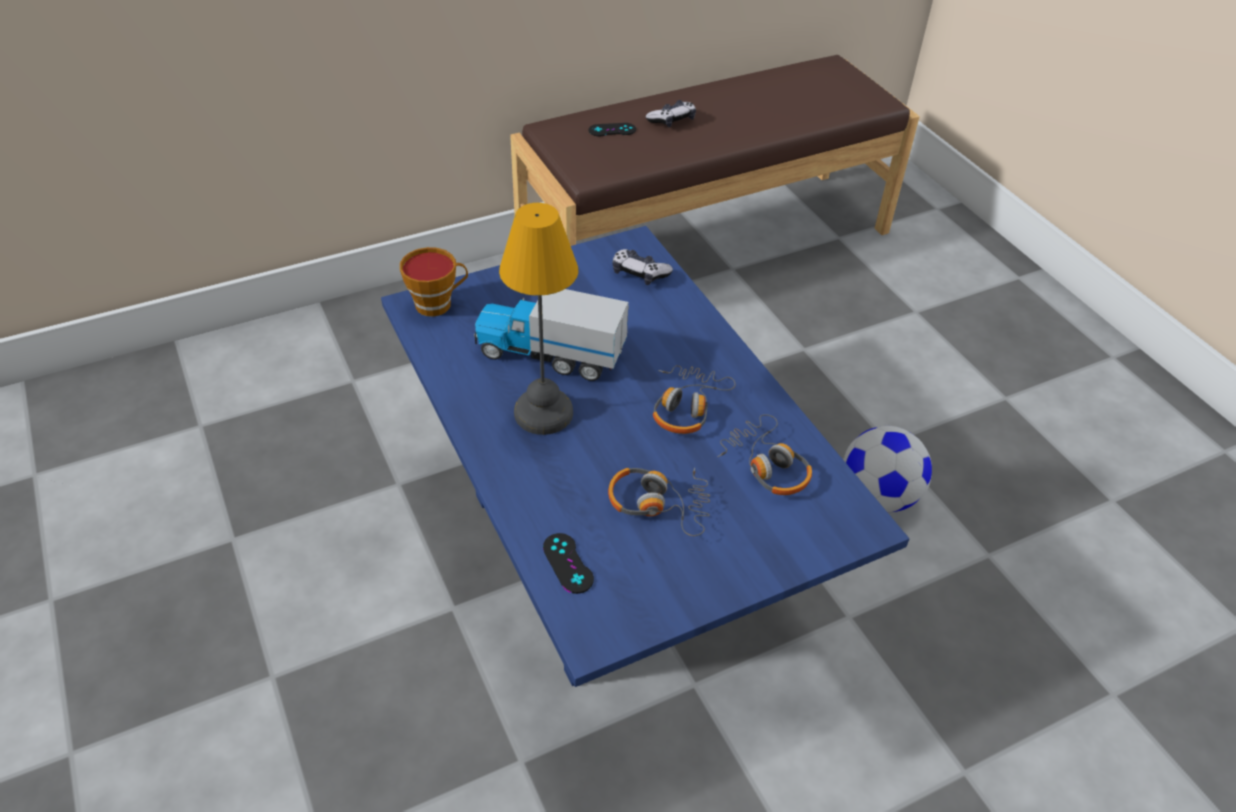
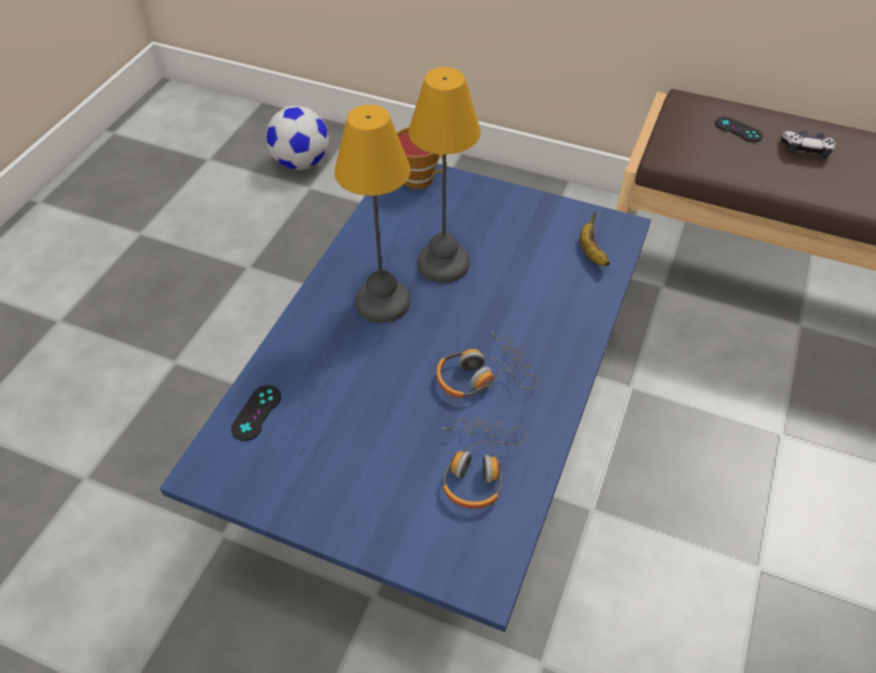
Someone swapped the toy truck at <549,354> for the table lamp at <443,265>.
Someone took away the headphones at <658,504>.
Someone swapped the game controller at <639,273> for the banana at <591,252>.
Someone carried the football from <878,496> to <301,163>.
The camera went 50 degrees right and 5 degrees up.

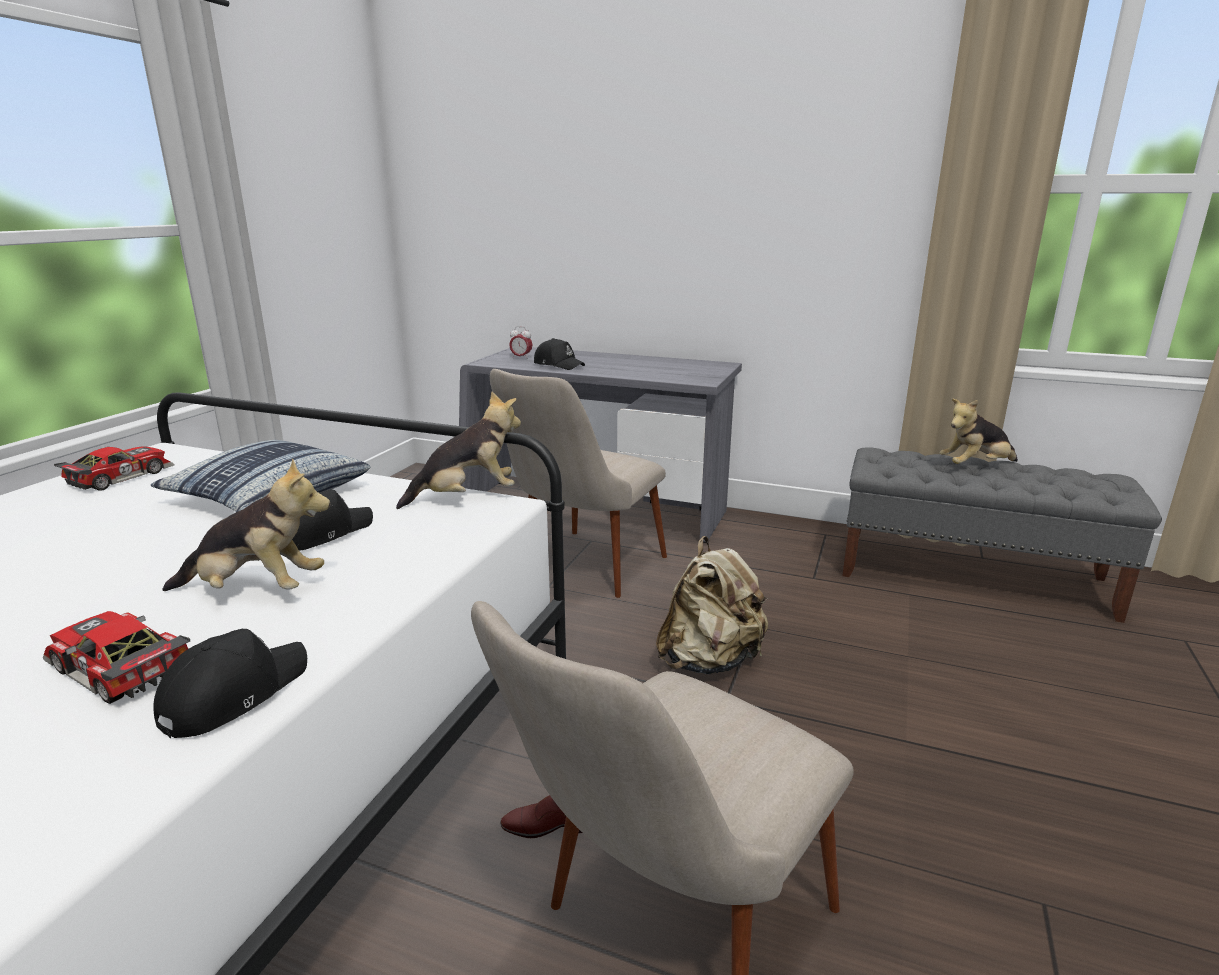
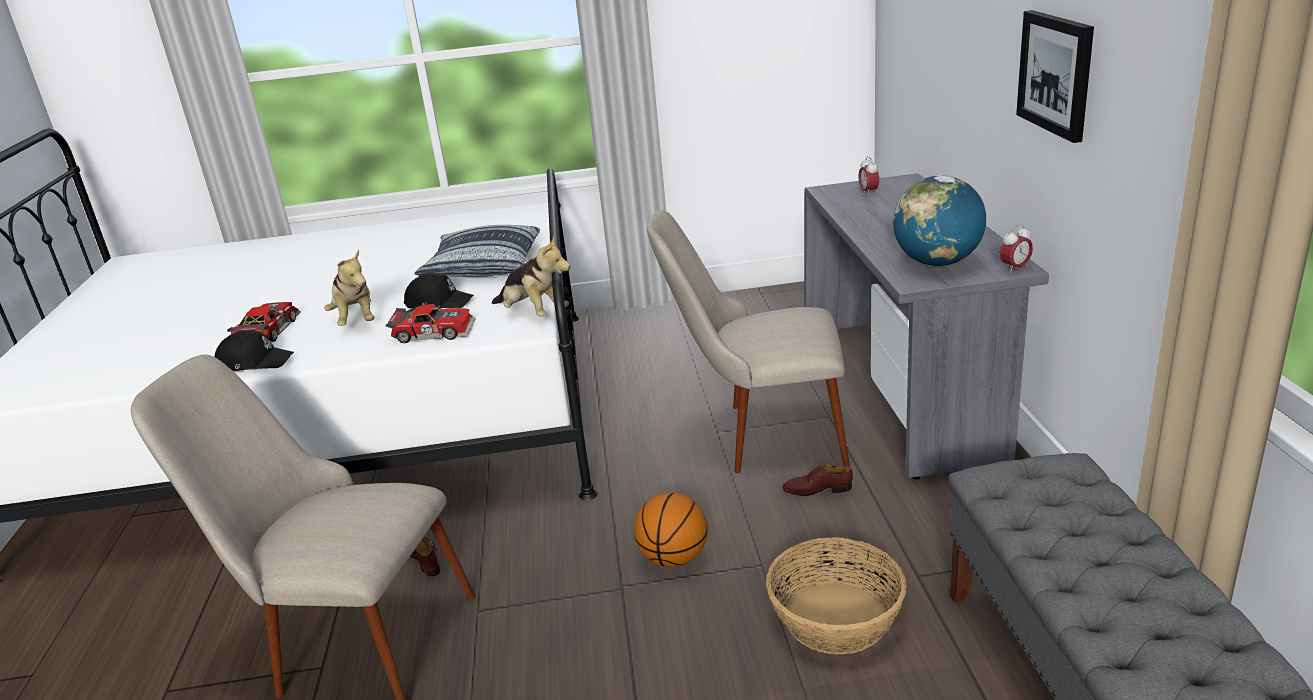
Someone carried the toy car from <118,476> to <434,331>.
Someone took away the black cap at <559,365>.
Someone swapped the beige backpack at <710,661> for the basketball at <674,558>.
Someone took away the plush toy at <975,466>.
Someone put down the basket at <835,617>.
Someone put down the brown shoe at <817,489>.
Someone put down the globe at <937,262>.
Someone put down the alarm clock at <1014,268>.
Someone put up the picture at <1056,73>.
The camera went 65 degrees right and 5 degrees up.

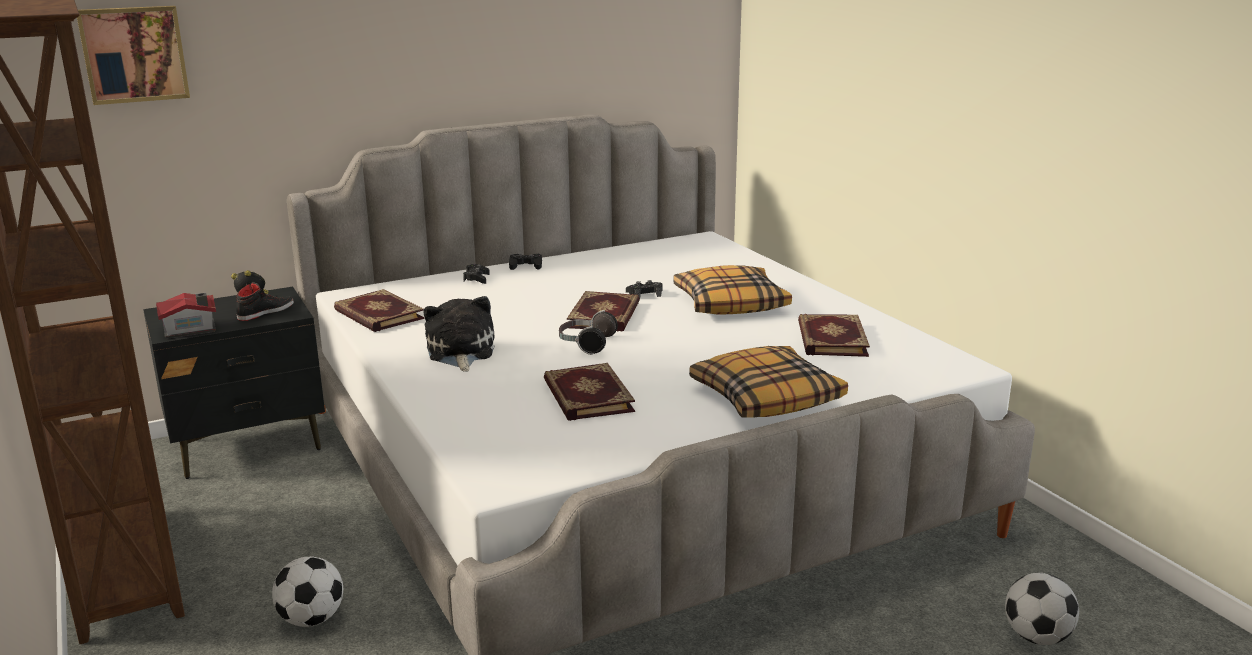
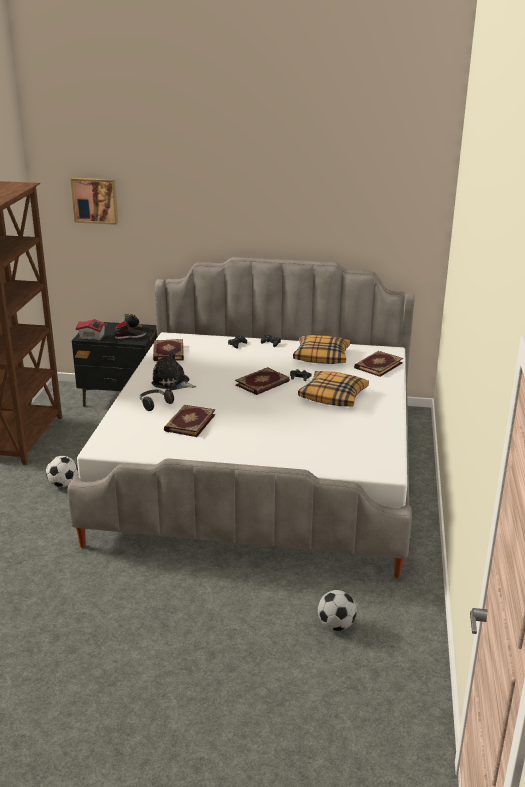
Someone rotated the plush toy at <460,352> by 90 degrees counterclockwise.
Someone carried the headphones from <586,344> to <155,404>.
Someone carried the pillow from <765,397> to <321,356>.
Someone carried the book from <830,339> to <378,365>.
The camera went 35 degrees right and 5 degrees up.

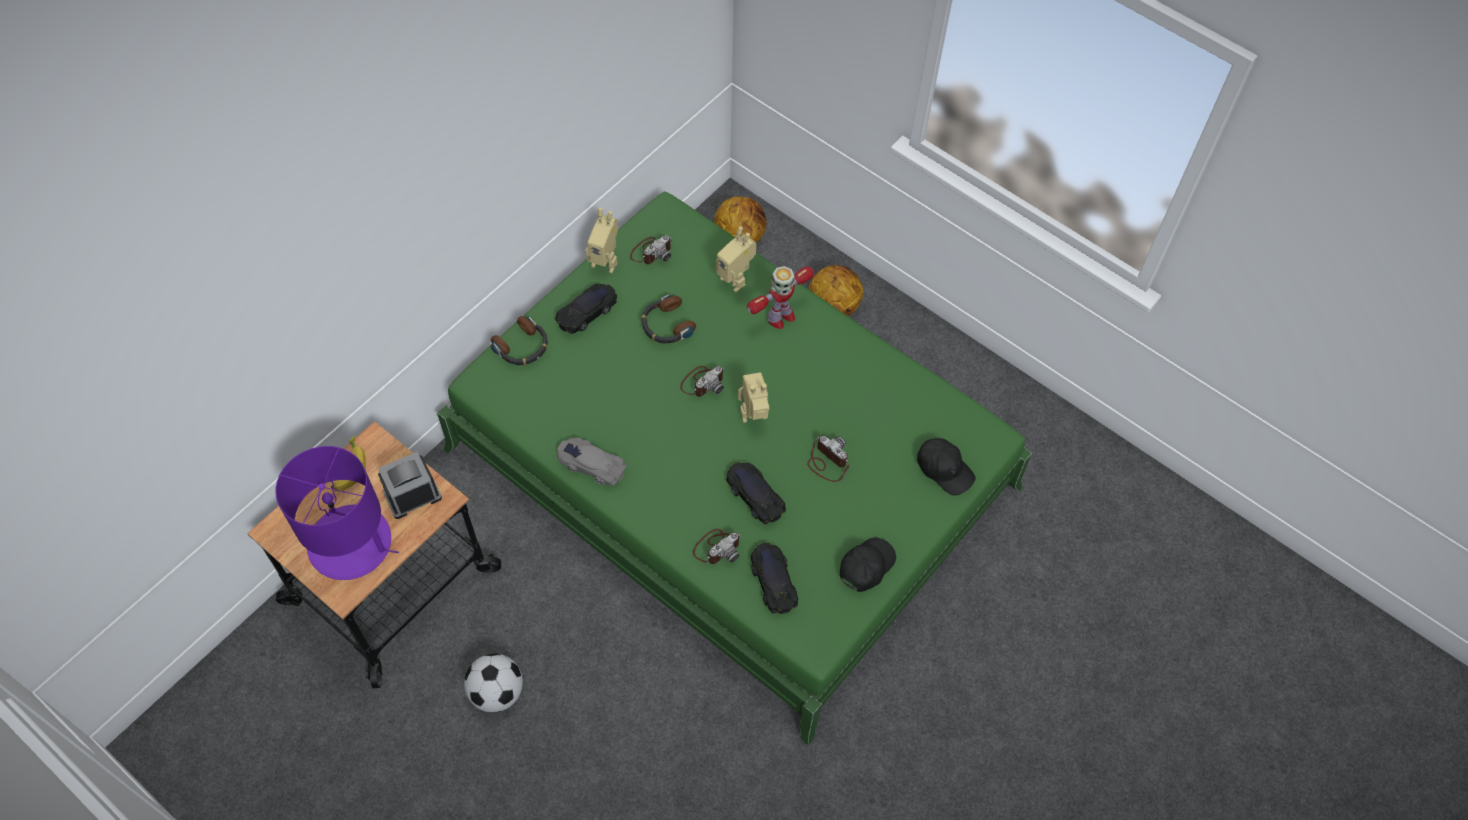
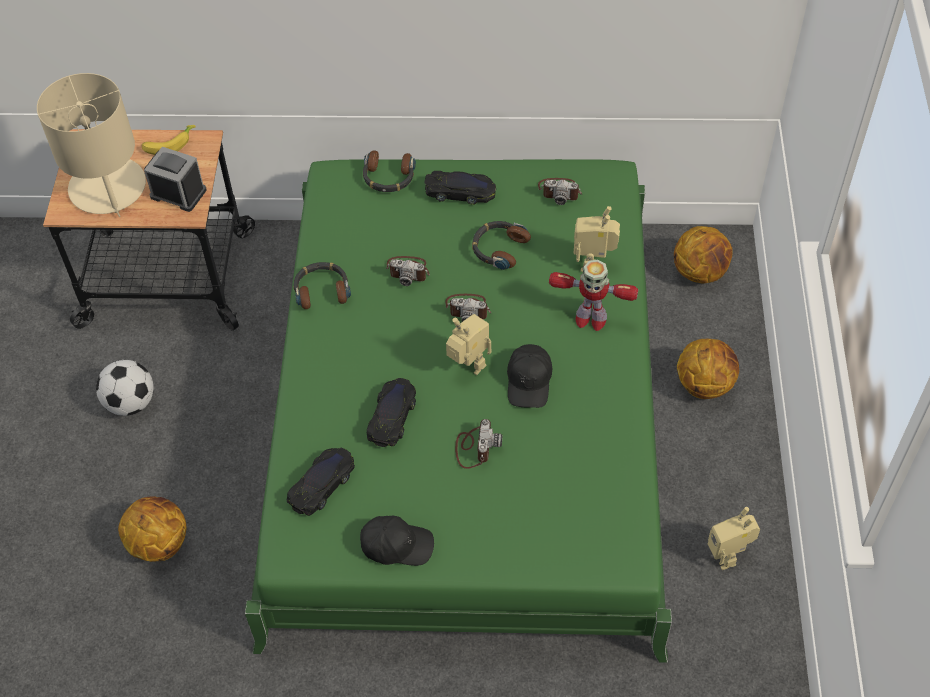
Someone repainted the purple table lamp at <351,543>, which became the beige table lamp at <108,188>.
Someone swapped the grey toy car at <591,464> for the headphones at <322,289>.
Someone carried the toy robot from <605,261> to <728,555>.
Someone carried the photo camera from <717,547> to <408,271>.
Someone carried the black cap from <944,469> to <529,381>.
Someone put down the basketball at <158,543>.
The camera went 55 degrees right and 5 degrees down.

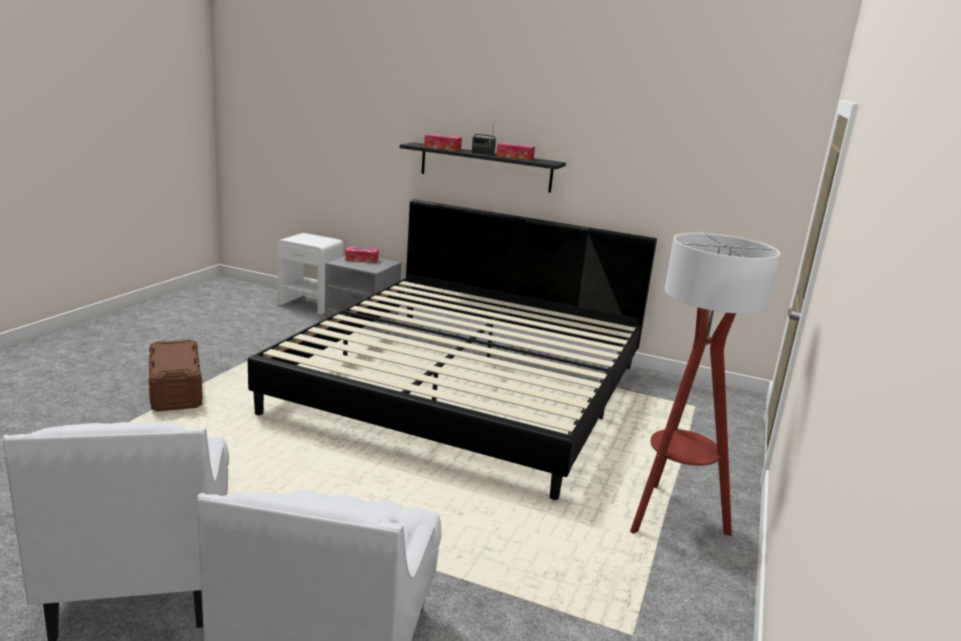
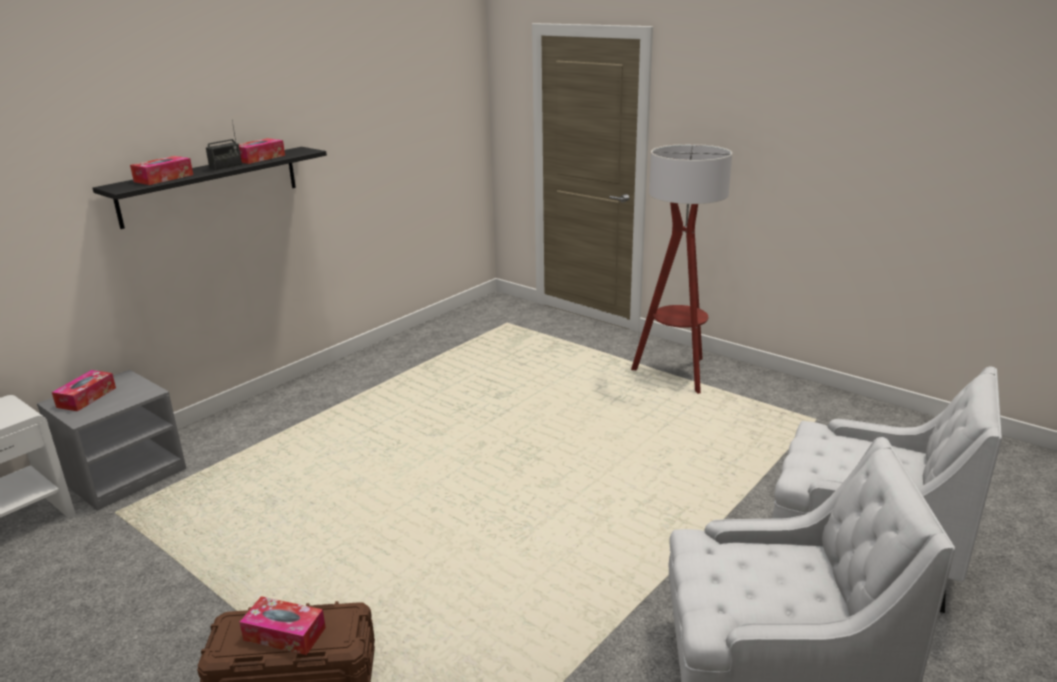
Someone took away the bed at <465,387>.
Someone put down the tissue box at <284,634>.
The camera went 70 degrees left and 5 degrees up.

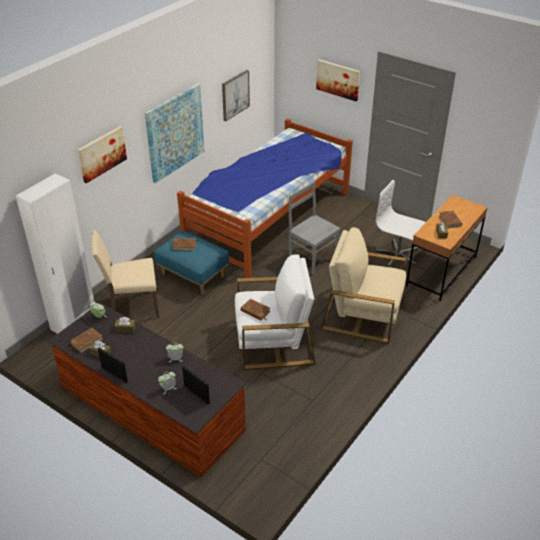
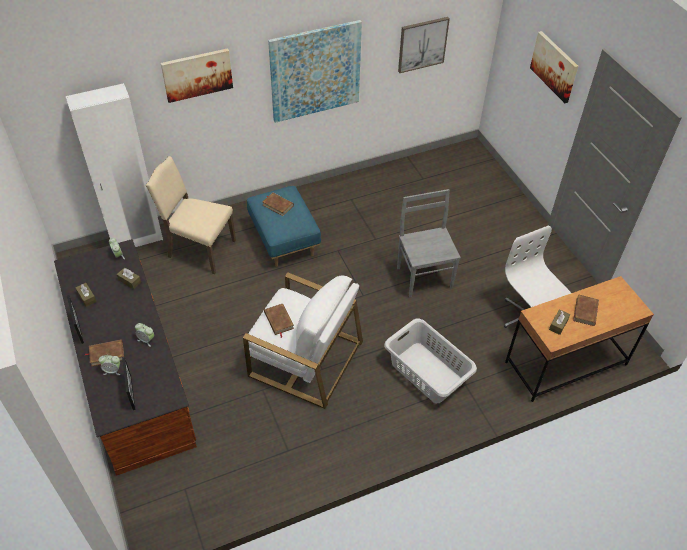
Someone carried the brown book from <86,341> to <107,354>.
Someone took away the bed at <268,218>.
Someone swapped the beige armchair at <362,313> for the grey laundry basket at <427,372>.
The camera went 30 degrees right and 10 degrees up.

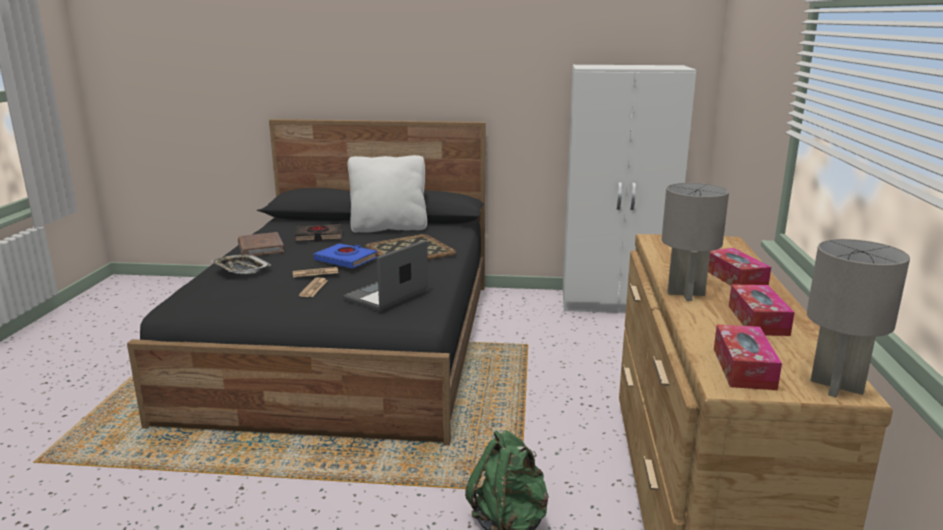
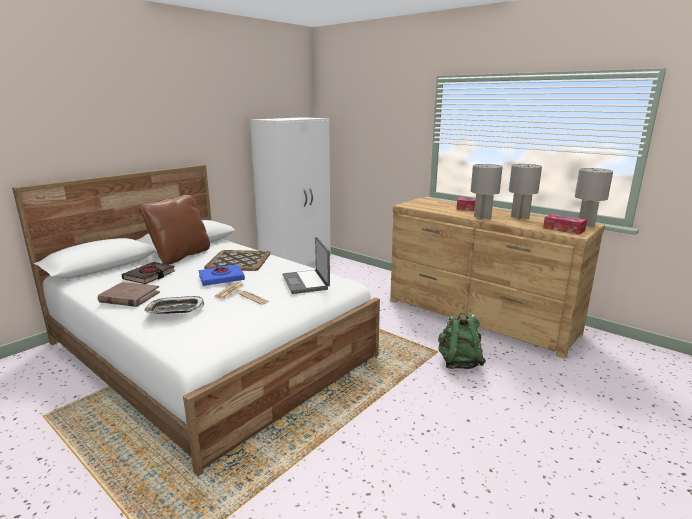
Someone repainted the black bed at <349,343>, which became the white bed at <210,349>.
Someone repainted the white pillow at <389,228>, which became the brown pillow at <181,256>.
Someone swapped the tissue box at <758,320> for the grey table lamp at <520,217>.
The camera went 55 degrees left and 0 degrees up.

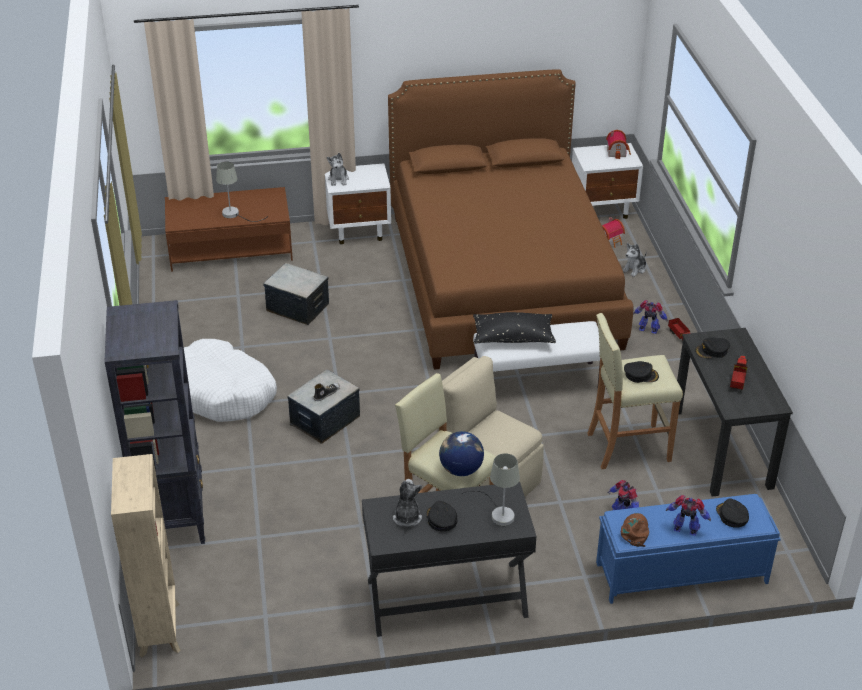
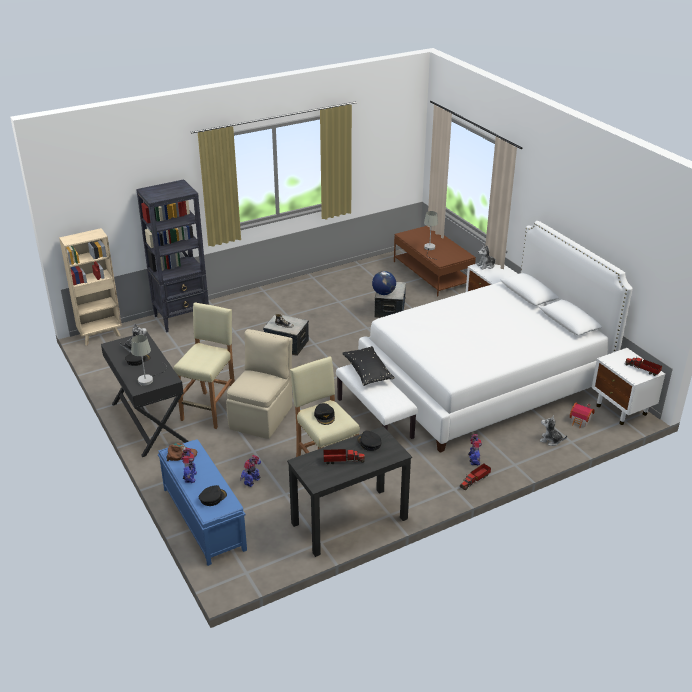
Someone took away the white dog bed at <223,392>.
Someone repainted the brown bed at <502,279>, which became the white bed at <484,380>.
Someone carried the globe from <461,470> to <383,293>.
Someone swapped the toy house at <618,152> for the toy truck at <643,369>.
The camera went 70 degrees right and 5 degrees down.

